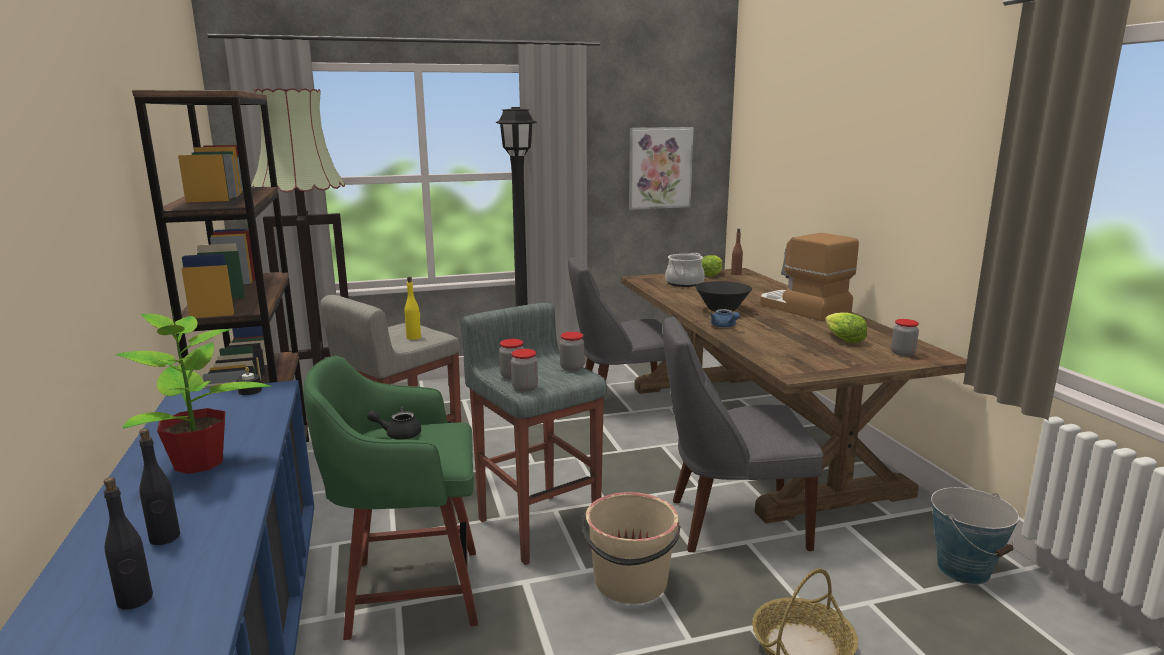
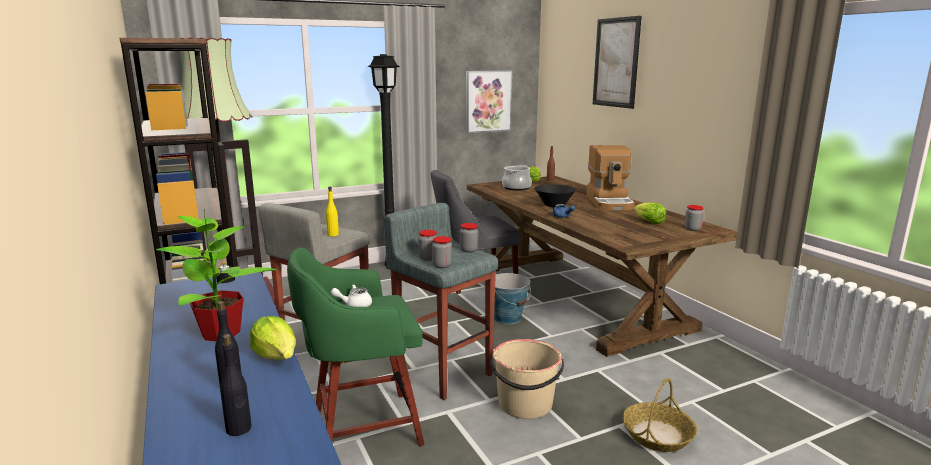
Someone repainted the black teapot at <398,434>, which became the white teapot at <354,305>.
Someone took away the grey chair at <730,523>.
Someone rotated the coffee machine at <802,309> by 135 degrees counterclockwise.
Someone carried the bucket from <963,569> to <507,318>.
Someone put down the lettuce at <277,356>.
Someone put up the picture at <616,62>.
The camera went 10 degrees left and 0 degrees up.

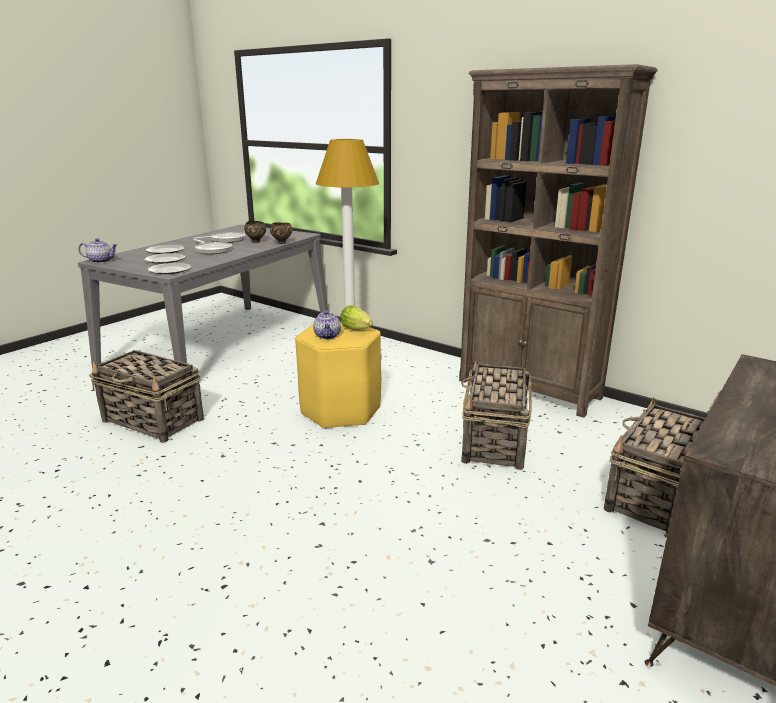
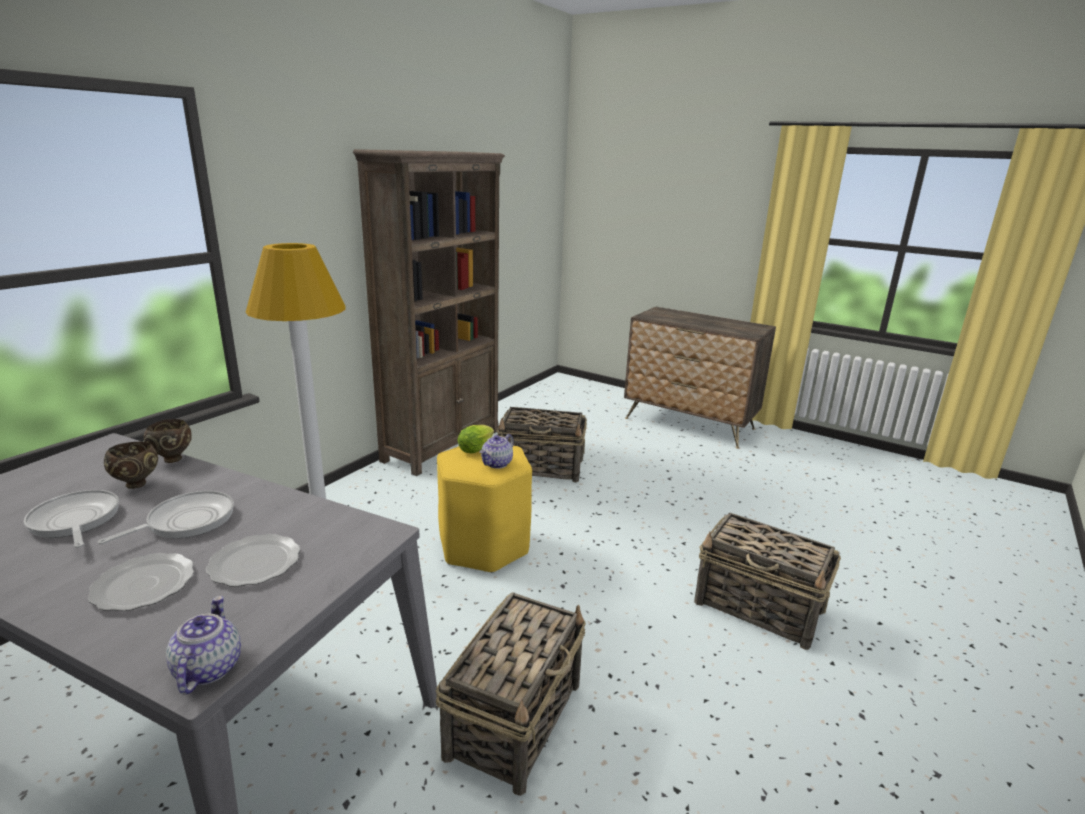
Someone took away the plate at <170,270>.
Someone rotated the teapot at <327,336> by 135 degrees clockwise.
Someone carried the basket from <654,497> to <760,607>.
The camera went 95 degrees left and 0 degrees up.

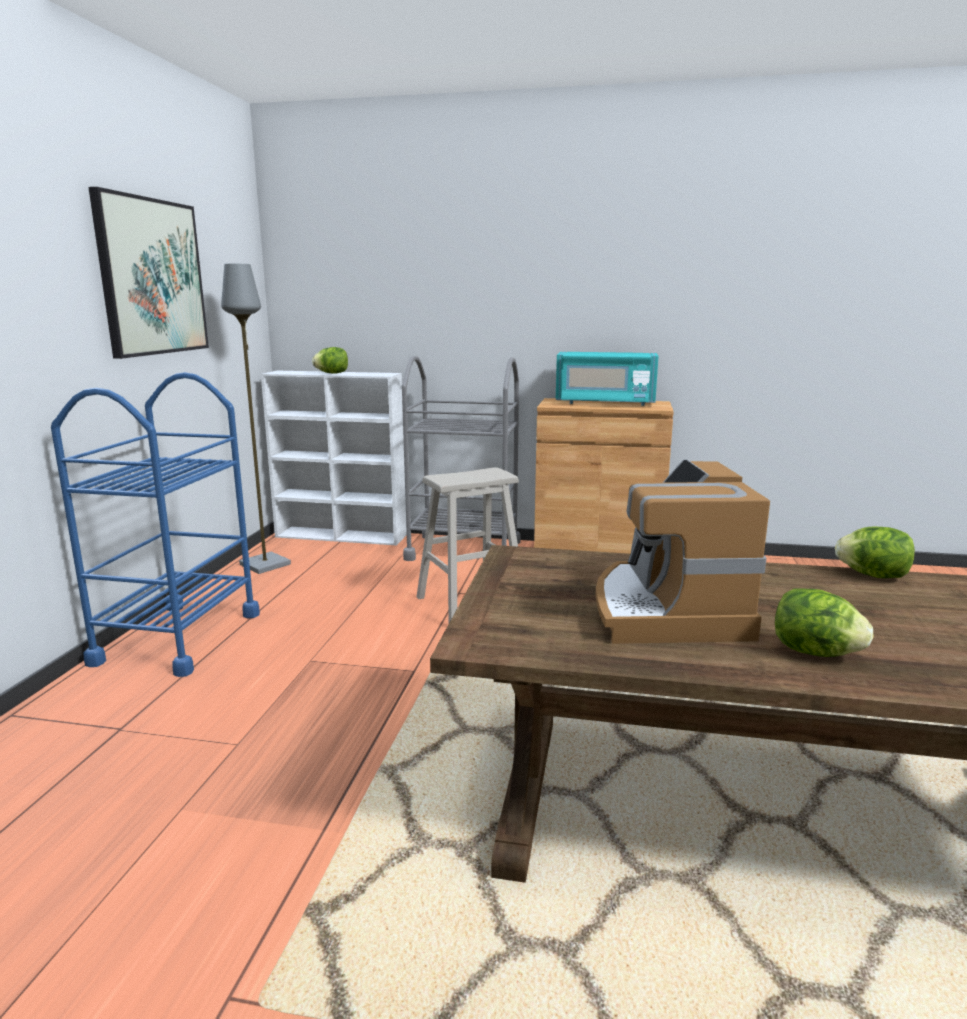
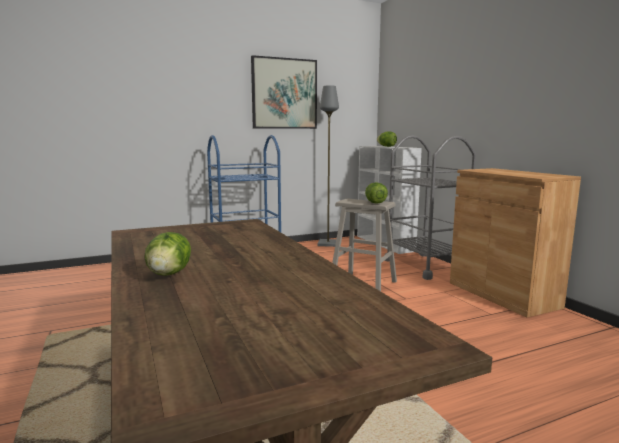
Someone took away the turquoise microwave at <604,403>.
Someone took away the coffee machine at <666,610>.
Someone carried the lettuce from <873,575> to <375,203>.
The camera went 55 degrees right and 5 degrees down.

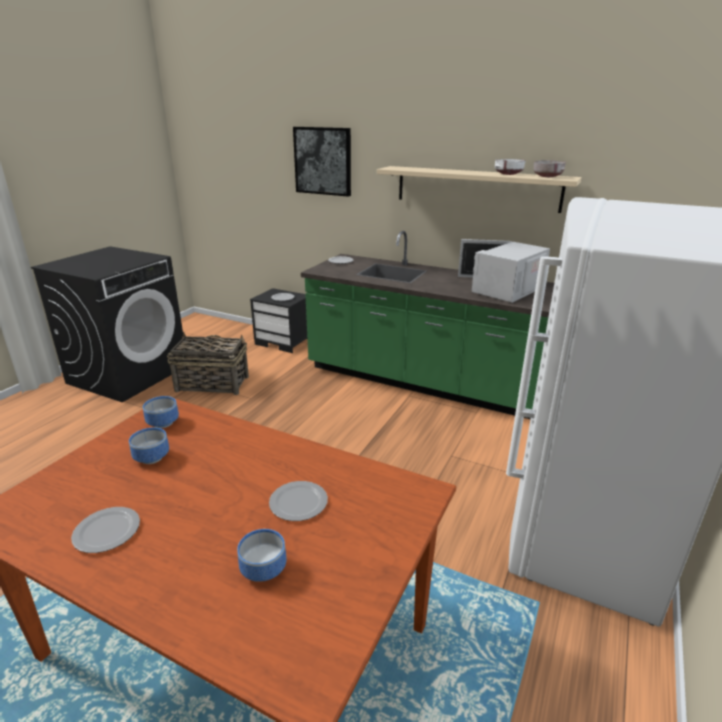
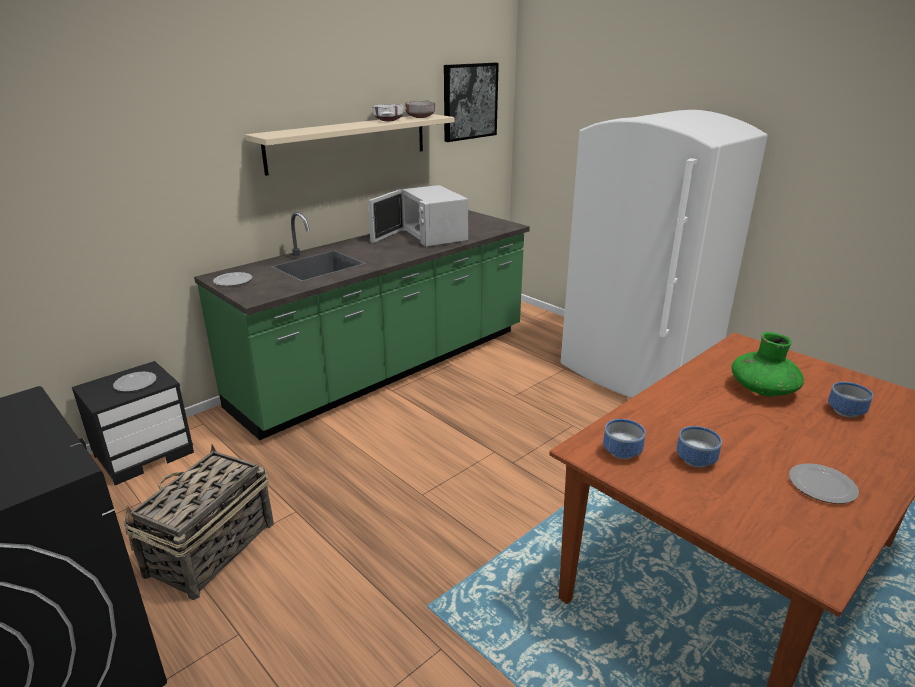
Someone swapped the plate at <299,502> for the green vase at <763,389>.
Someone carried the picture from <323,161> to <469,101>.
The camera went 70 degrees left and 0 degrees up.

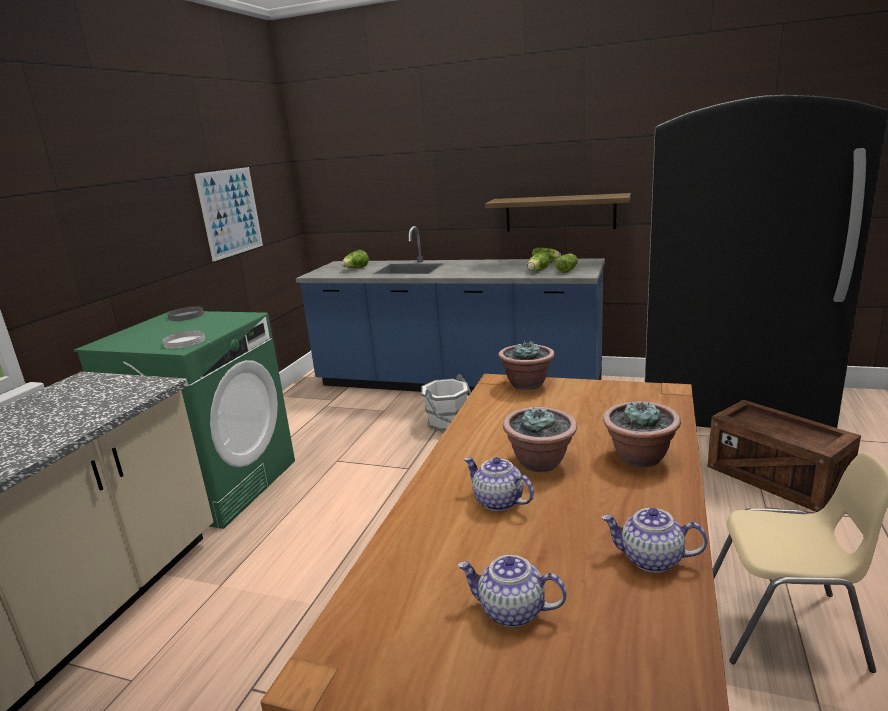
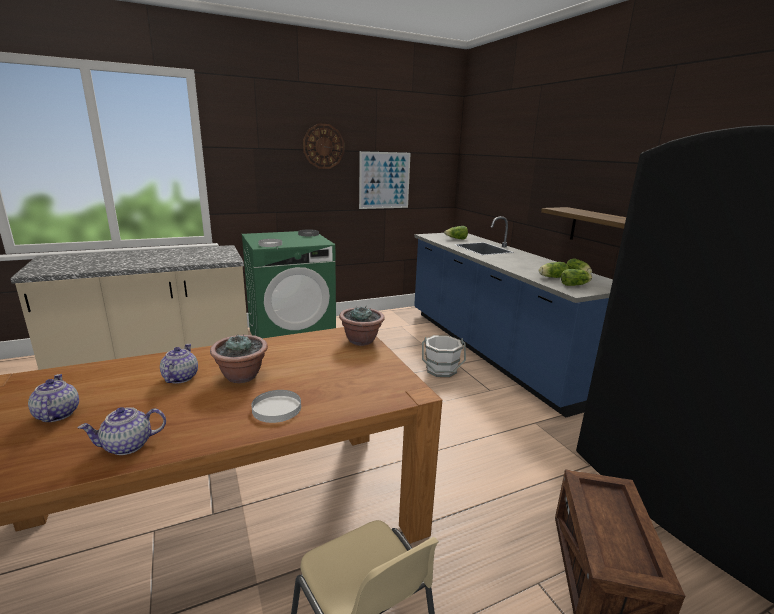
Someone rotated the teapot at <651,559> by 90 degrees counterclockwise.
Someone swapped the potted plant at <639,458> for the white plate at <276,408>.
Someone put up the wall clock at <323,146>.
The camera went 45 degrees right and 0 degrees up.

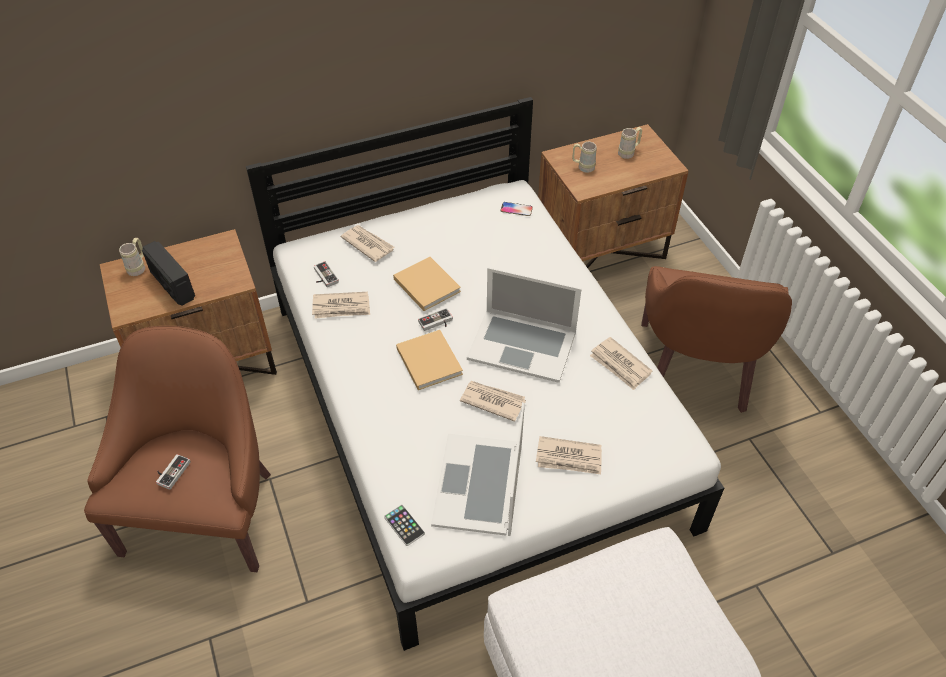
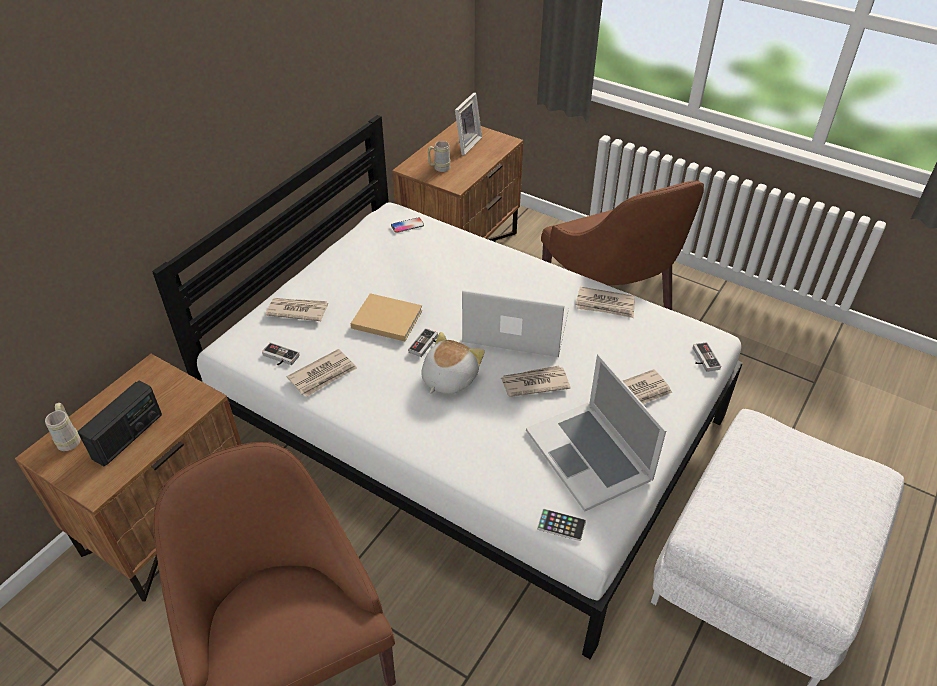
Someone rotated the radio at <172,285> by 75 degrees counterclockwise.
Someone carried the game controller from <171,472> to <702,359>.
Someone swapped the beige book at <428,360> for the plush toy at <448,378>.
Someone rotated the laptop at <522,345> by 150 degrees counterclockwise.
Someone swapped the beige mug at <628,153> for the picture frame at <465,144>.
The camera went 35 degrees left and 5 degrees down.

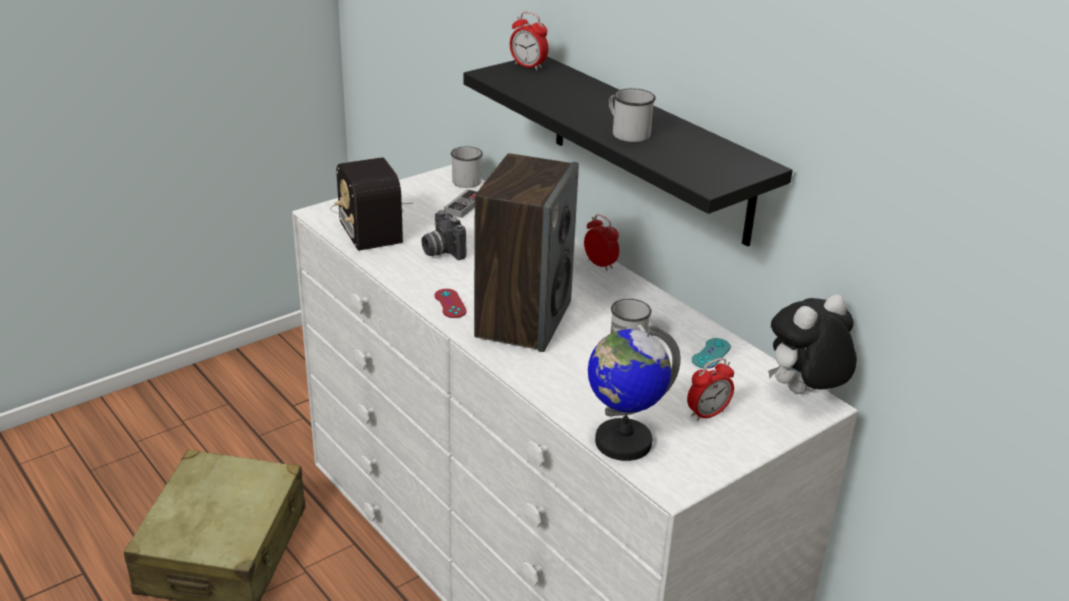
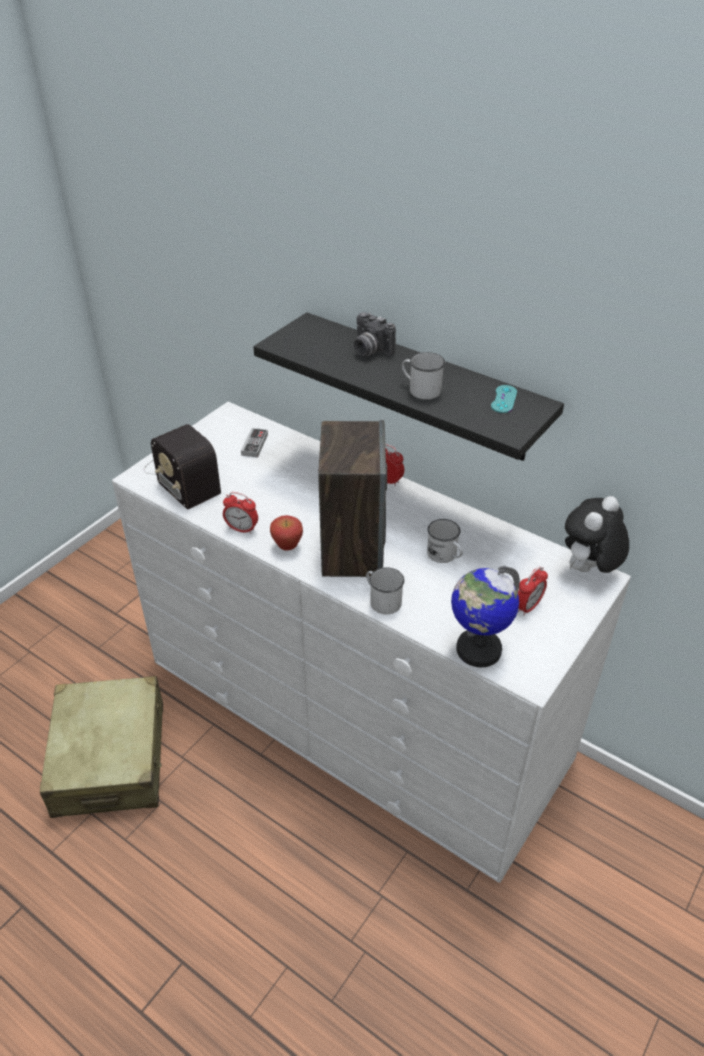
Someone carried the photo camera from <441,251> to <369,350>.
Someone swapped the red game controller at <450,303> for the apple at <287,547>.
Someone carried the white mug from <464,179> to <382,600>.
Someone carried the alarm clock from <528,66> to <242,529>.
Someone carried the turquoise game controller from <711,353> to <504,399>.
The camera went 15 degrees left and 10 degrees up.

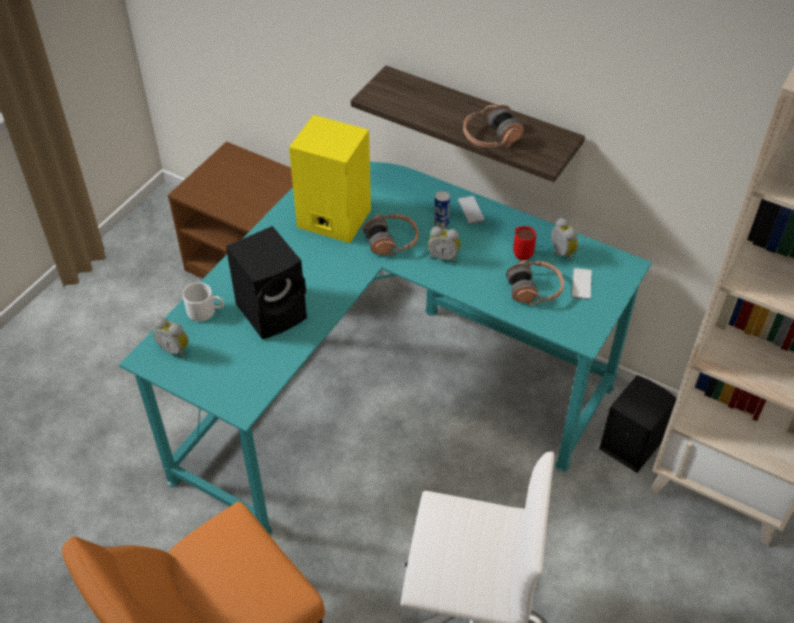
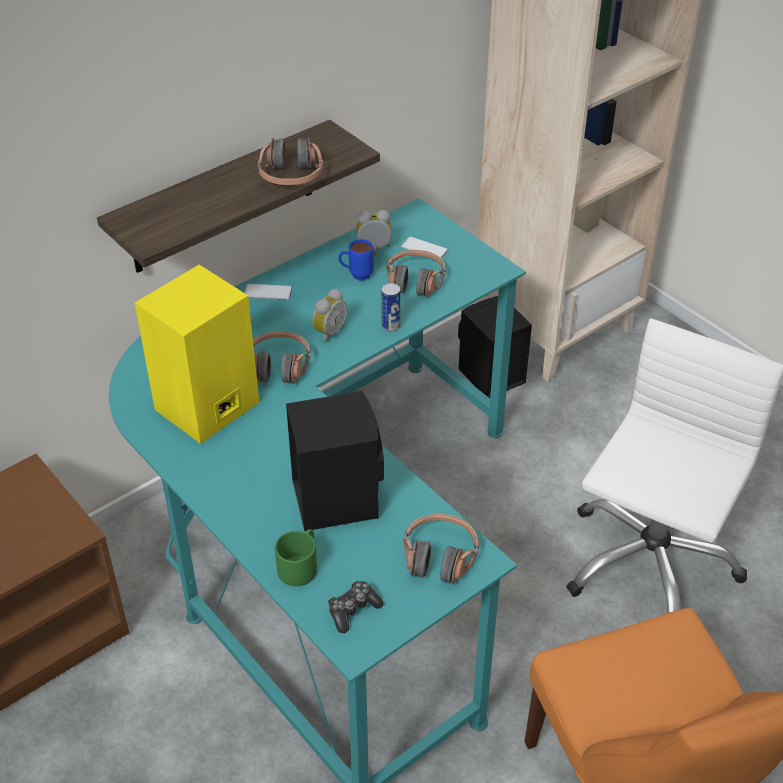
Someone swapped the alarm clock at <175,349> for the game controller at <353,610>.
Someone repainted the white mug at <206,311>, which became the green mug at <299,565>.
Someone carried the can from <441,224> to <390,326>.
Someone repainted the red mug at <521,252>, which became the blue mug at <356,275>.
Someone put down the headphones at <439,557>.
The camera went 70 degrees left and 5 degrees down.

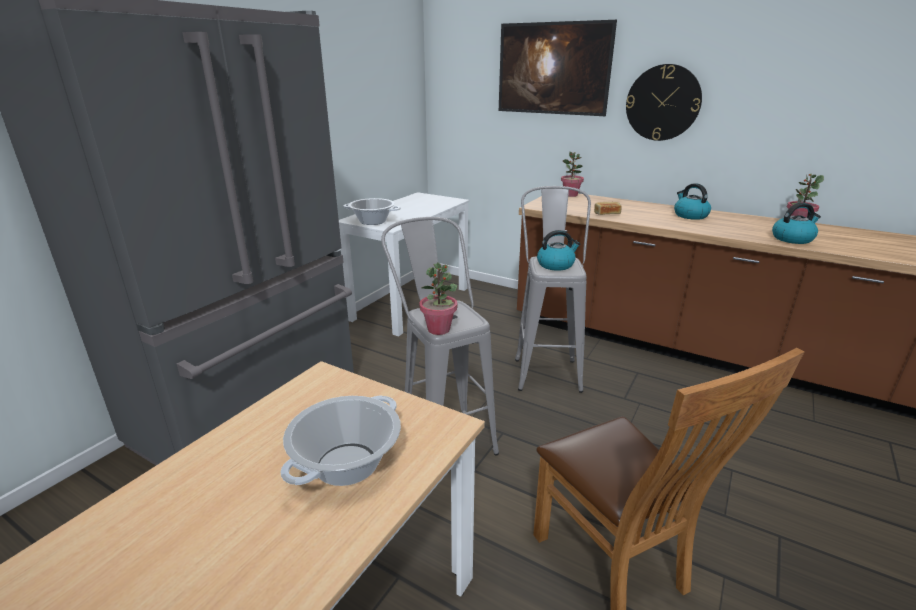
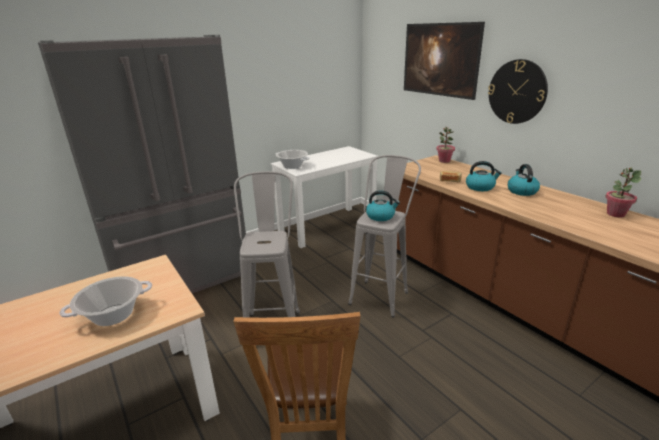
Someone took away the potted plant at <439,329>.
Someone carried the kettle from <792,239> to <480,187>.
The camera went 25 degrees right and 0 degrees up.

